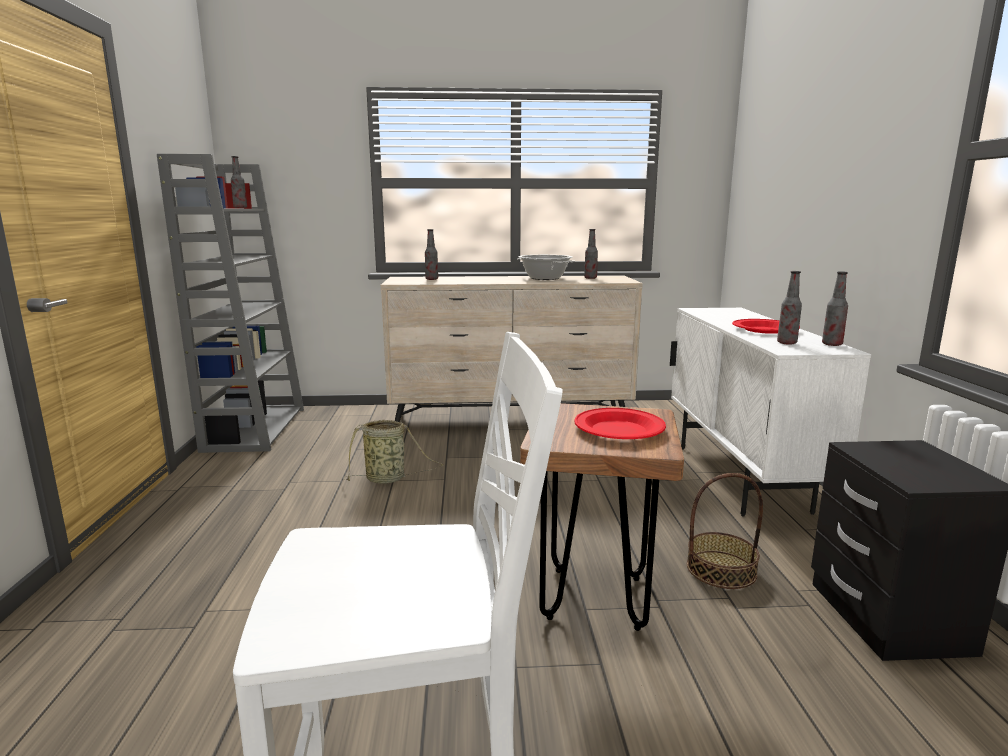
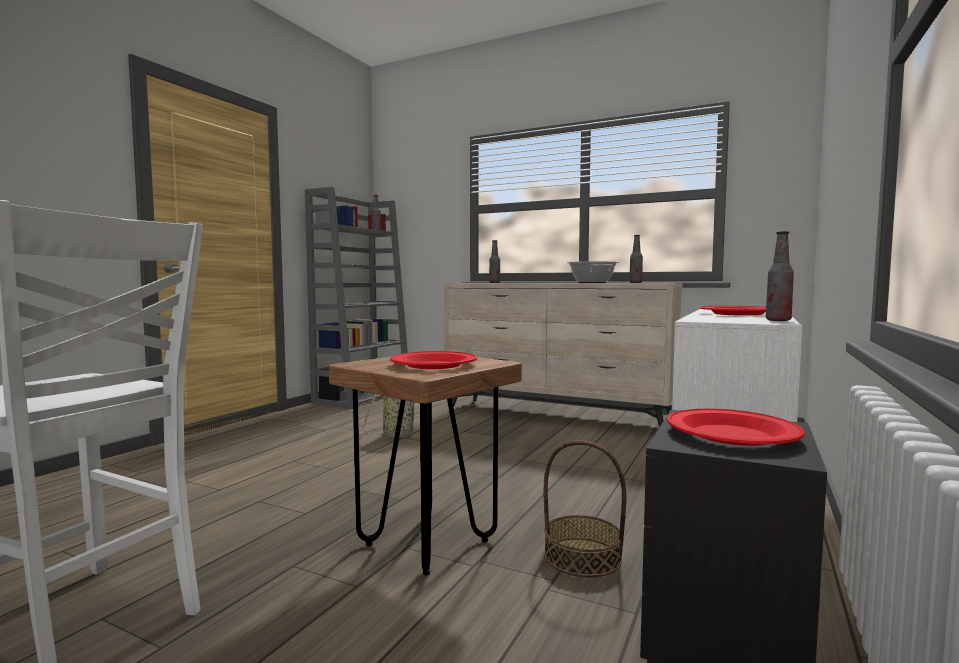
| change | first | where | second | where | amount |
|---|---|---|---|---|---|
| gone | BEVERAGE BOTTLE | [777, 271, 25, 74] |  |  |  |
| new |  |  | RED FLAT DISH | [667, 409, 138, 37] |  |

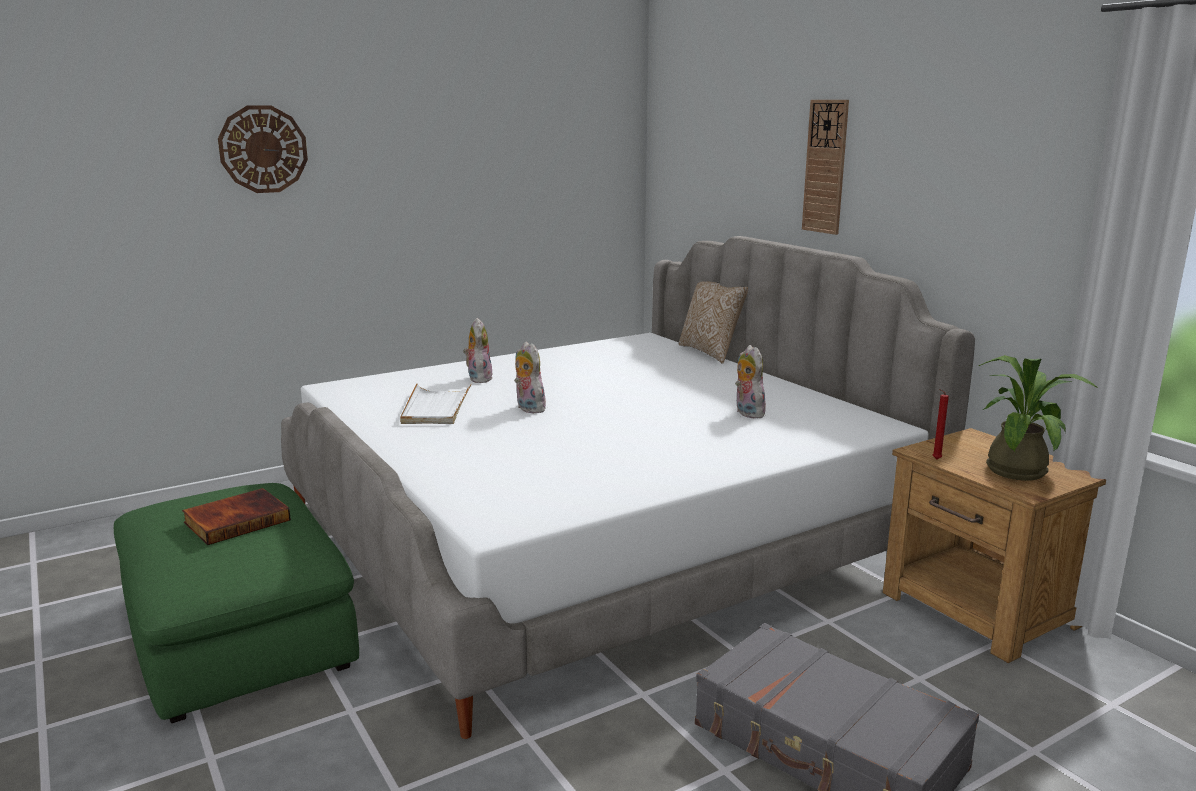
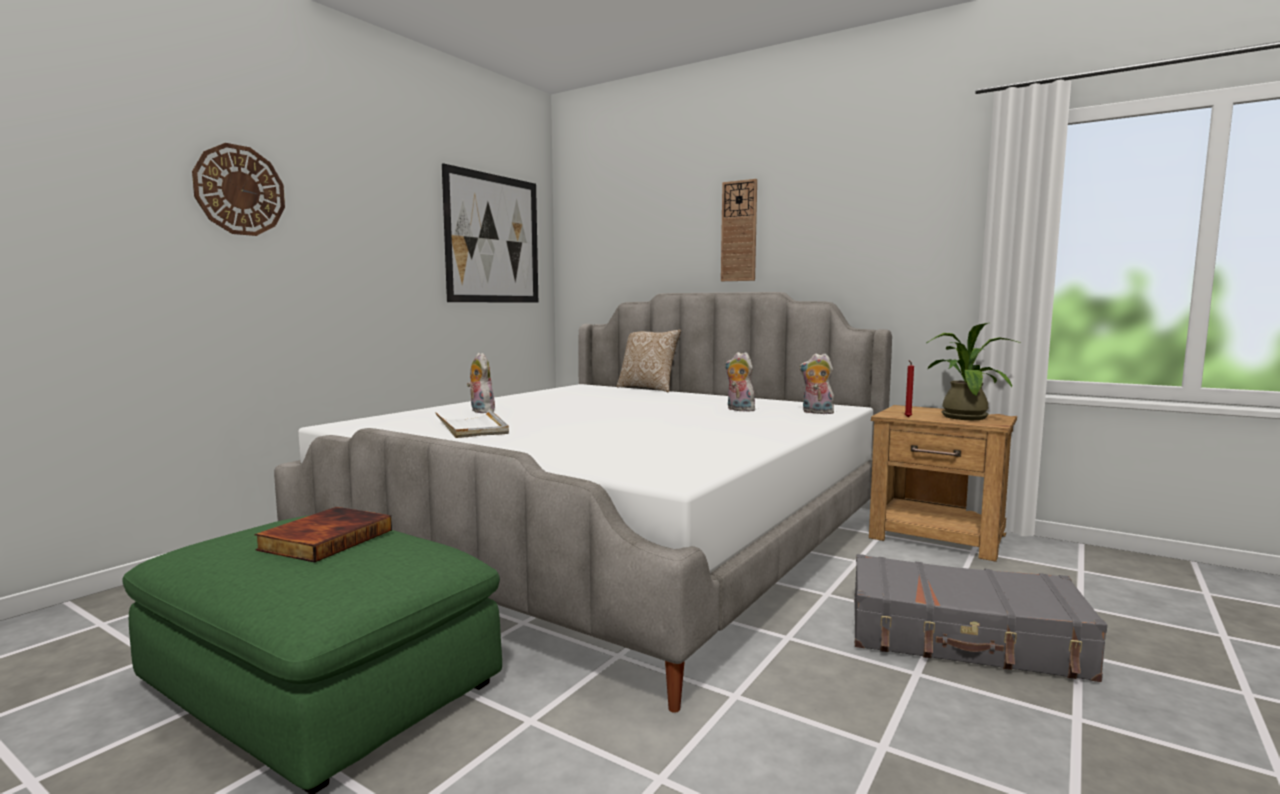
| change | first | where | second | where | amount |
|---|---|---|---|---|---|
| shifted | SOFT TOY | [514, 342, 32, 71] |  | [799, 353, 35, 61] |  |
| new |  |  | WALL ART | [442, 163, 96, 140] |  |

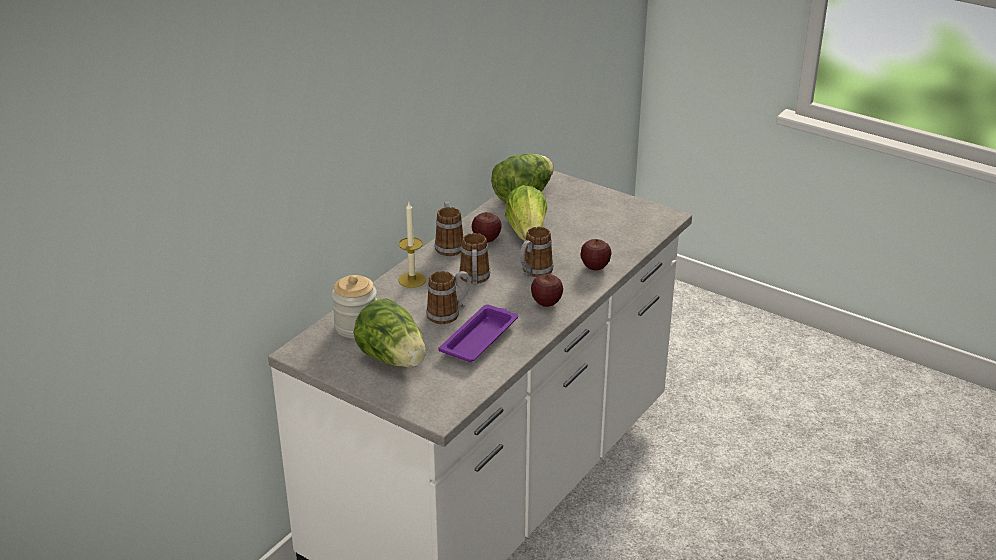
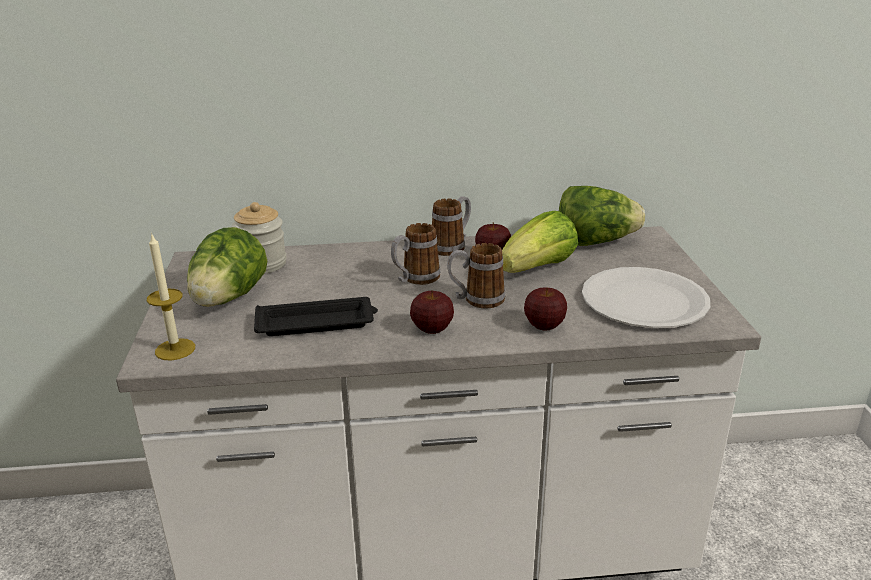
| change | first | where | second | where | amount |
|---|---|---|---|---|---|
| shifted | WAX LIGHT | [398, 202, 28, 86] |  | [147, 233, 48, 128] |  |
| gone | TEA MUG | [426, 271, 45, 53] |  |  |  |
| repainted | PURPLE CARRYING TRAY | [438, 305, 80, 57] | BLACK-COLOURED CARRYING TRAY | [254, 297, 124, 39] |  |
| new |  |  | WHITE-COLOURED FLAT DISH | [582, 267, 128, 61] |  |

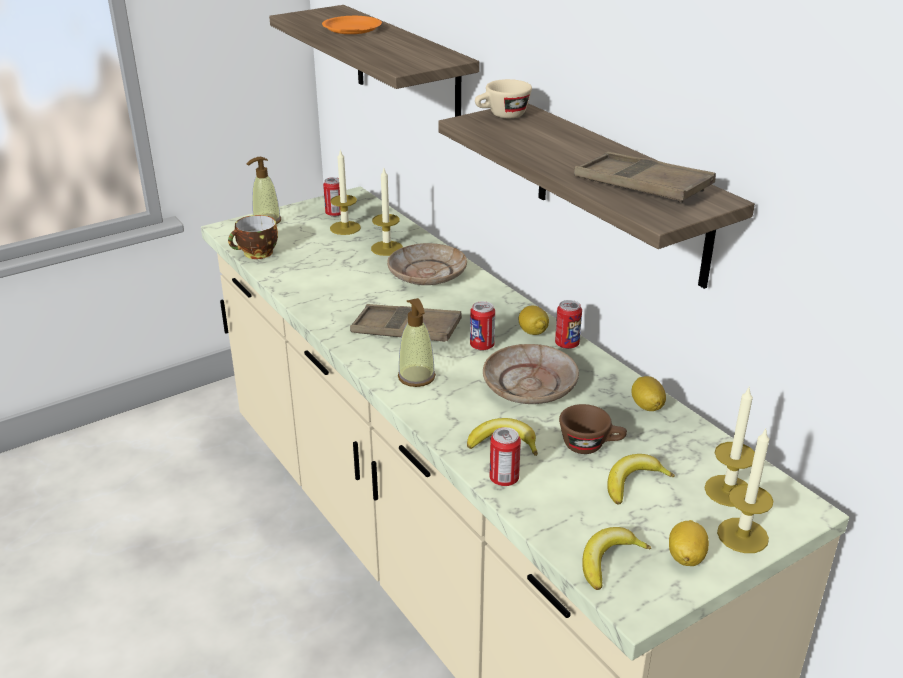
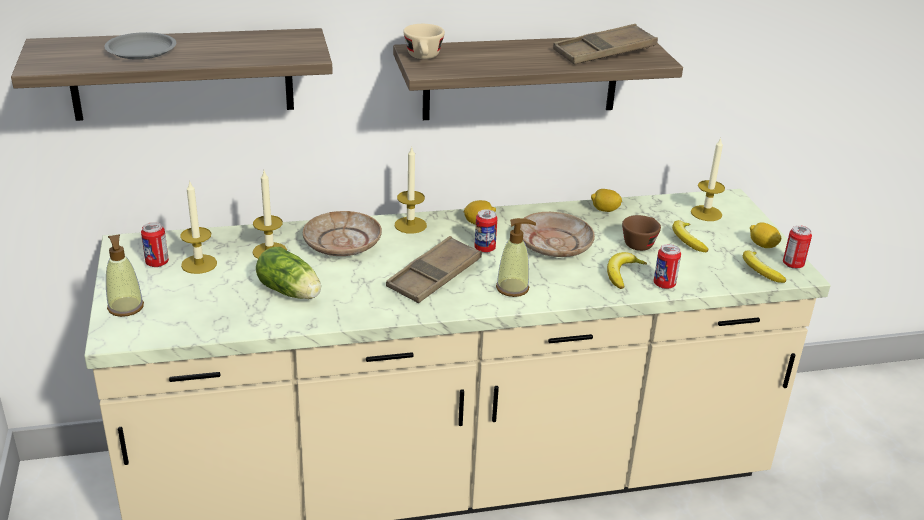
| change | first | where | second | where | amount |
|---|---|---|---|---|---|
| repainted | ORANGE FLAT DISH | [322, 16, 60, 18] | GREYISH FLAT DISH | [104, 32, 72, 28] |  |
| gone | DRINKING CUP | [228, 215, 50, 44] |  |  |  |
| shifted | CAN | [555, 300, 27, 49] |  | [783, 225, 29, 44] |  |
| shifted | WAX LIGHT | [717, 428, 56, 125] |  | [395, 147, 32, 87] |  |
| new |  |  | HEAD OF LETTUCE | [256, 247, 65, 52] |  |

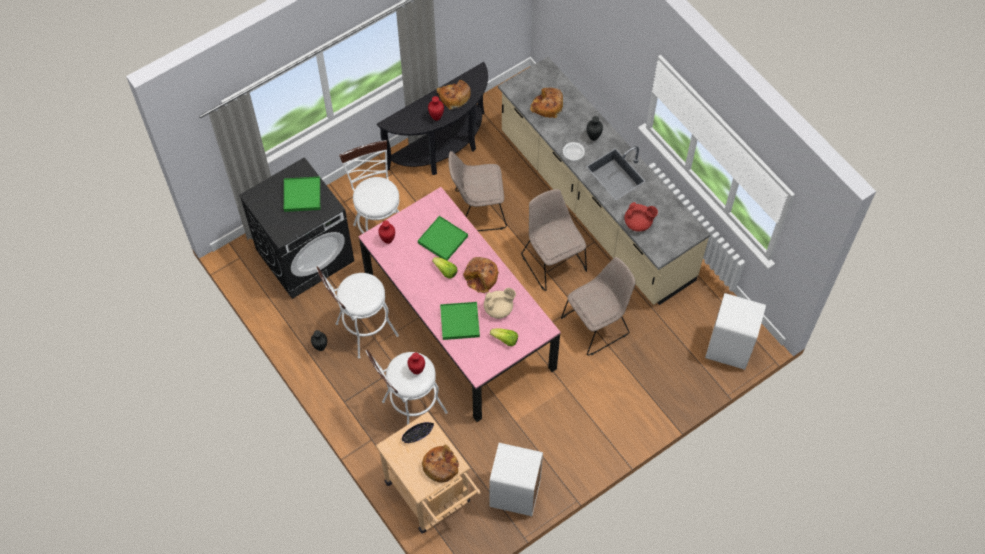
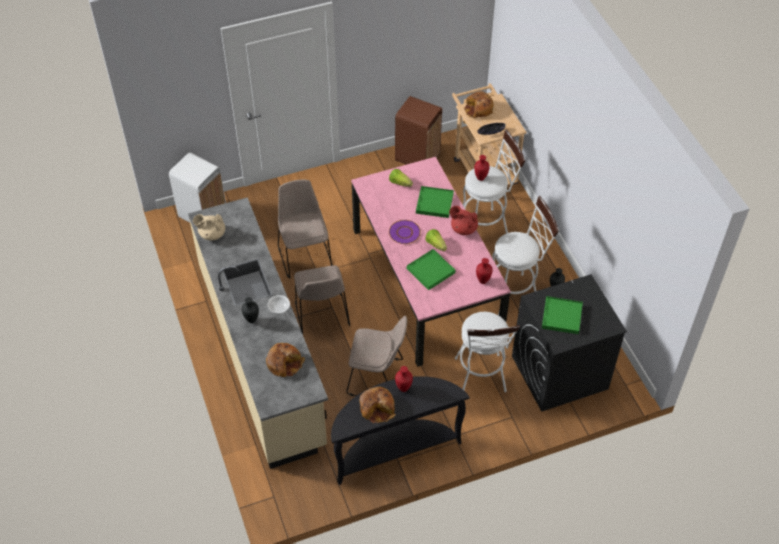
| change | first | where | second | where | amount |
|---|---|---|---|---|---|
| shifted | RED POT FOR TEA | [624, 202, 34, 30] |  | [449, 206, 29, 29] |  |
| swapped | BREAD | [463, 257, 36, 36] | PURPLE FLAT DISH | [389, 220, 32, 24] |  |
| rotated | BEIGE-COLOURED PLAIN CHAIR | [561, 257, 75, 98] |  | [278, 179, 55, 100] | 90 degrees clockwise |
| shifted | BEIGE-COLOURED POT FOR TEA | [484, 288, 32, 31] |  | [193, 214, 32, 27] |  |
| repainted | WHITE-COLOURED WASTE BIN | [489, 443, 54, 73] | BROWN-COLOURED WASTE BIN | [395, 96, 47, 69] |  |

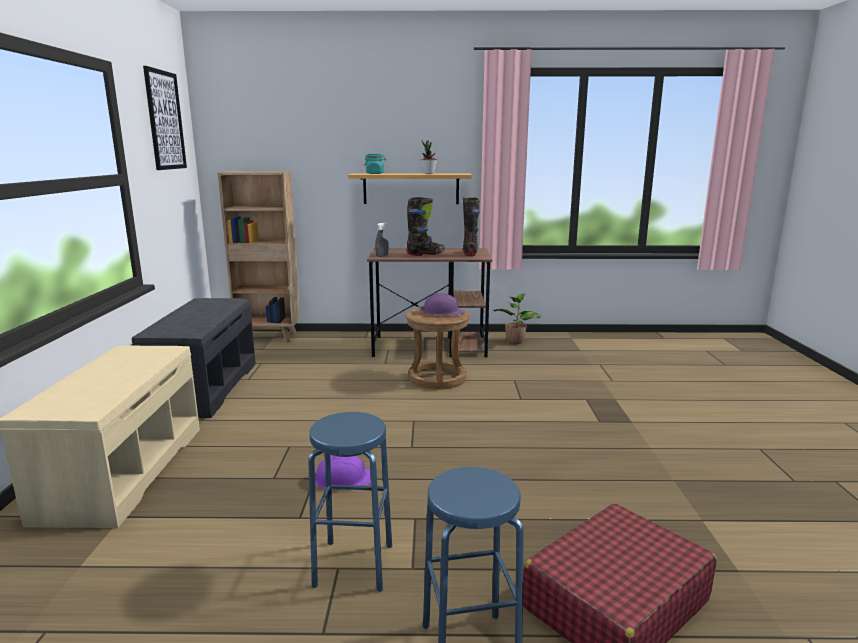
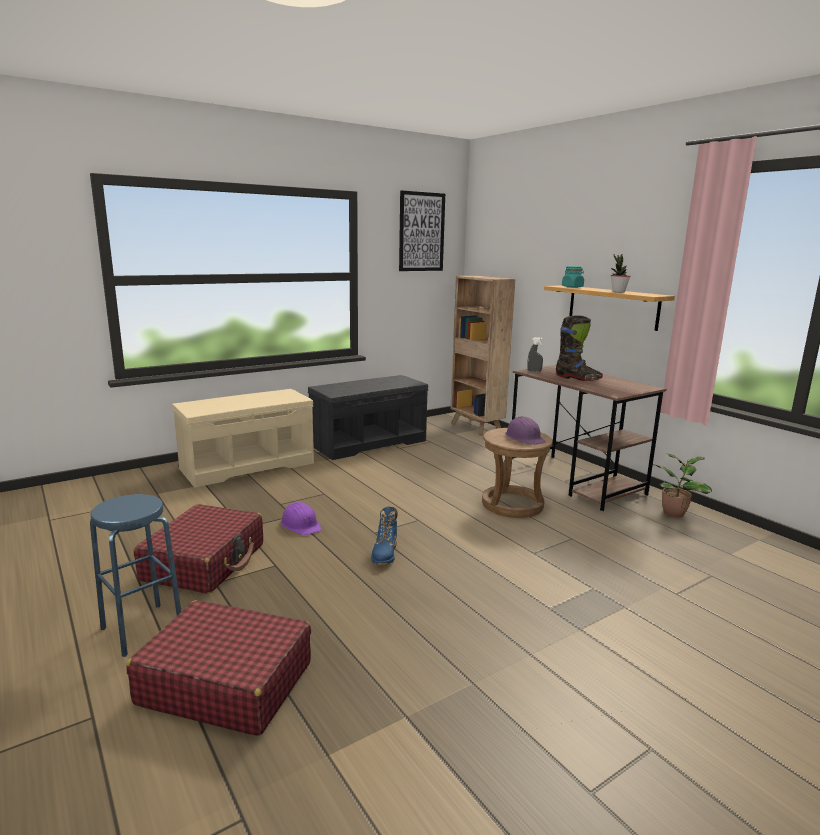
| change | first | where | second | where | amount |
|---|---|---|---|---|---|
| gone | BLACK-COLOURED BOOT | [463, 198, 17, 58] |  |  |  |
| swapped | BLUE STOOL SEAT | [308, 412, 84, 180] | RED PIECE OF LUGGAGE | [134, 504, 129, 90] |  |
| new |  |  | BLUE BOOT | [371, 506, 26, 59] |  |

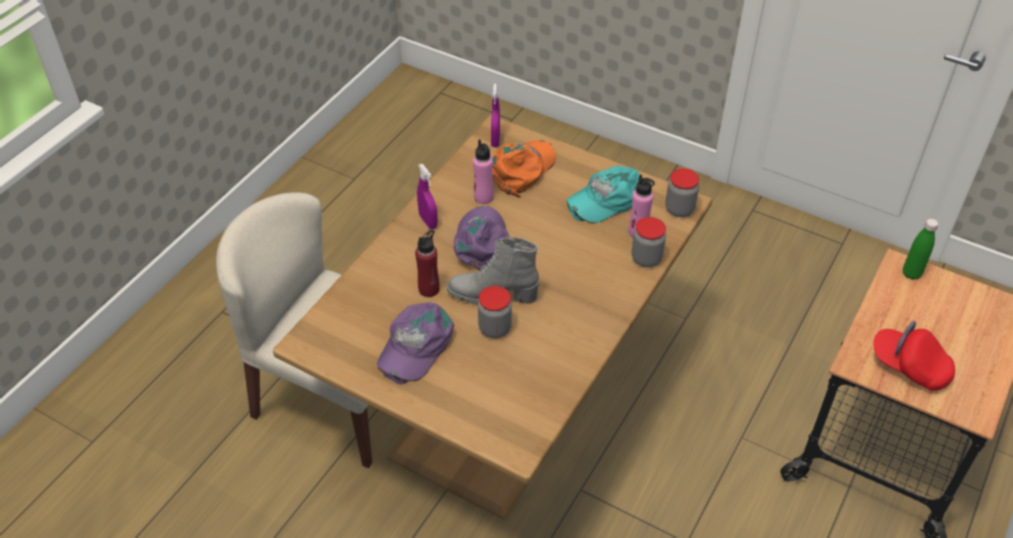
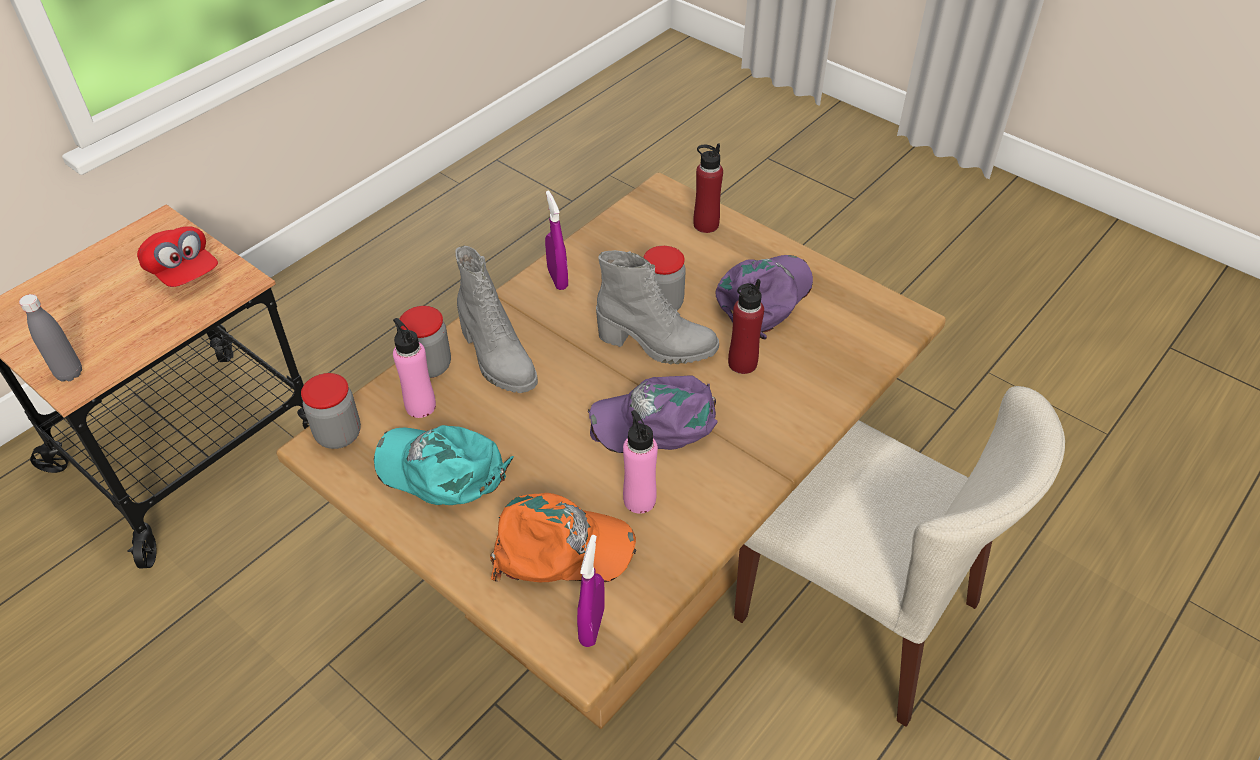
| change | first | where | second | where | amount |
|---|---|---|---|---|---|
| rotated | ORANGE PEAKED CAP | [492, 140, 64, 58] |  | [490, 493, 146, 89] | 135 degrees counterclockwise |
| shifted | PURPLE SPRAY BOTTLE | [417, 164, 21, 65] |  | [545, 190, 23, 100] |  |
| rotated | BLUE-GREEN PEAKED CAP | [567, 166, 73, 57] |  | [374, 425, 140, 80] | 135 degrees counterclockwise |
| rotated | PURPLE PEAKED CAP | [454, 206, 56, 64] |  | [588, 376, 130, 77] | 75 degrees clockwise |
| repainted | GREEN BEVERAGE BOTTLE | [903, 218, 36, 62] | GREYISH BEVERAGE BOTTLE | [19, 294, 63, 88] |  |
| new |  |  | RED BEVERAGE BOTTLE | [693, 143, 30, 90] |  |
| new |  |  | GREYISH BOOT | [455, 246, 83, 147] |  |

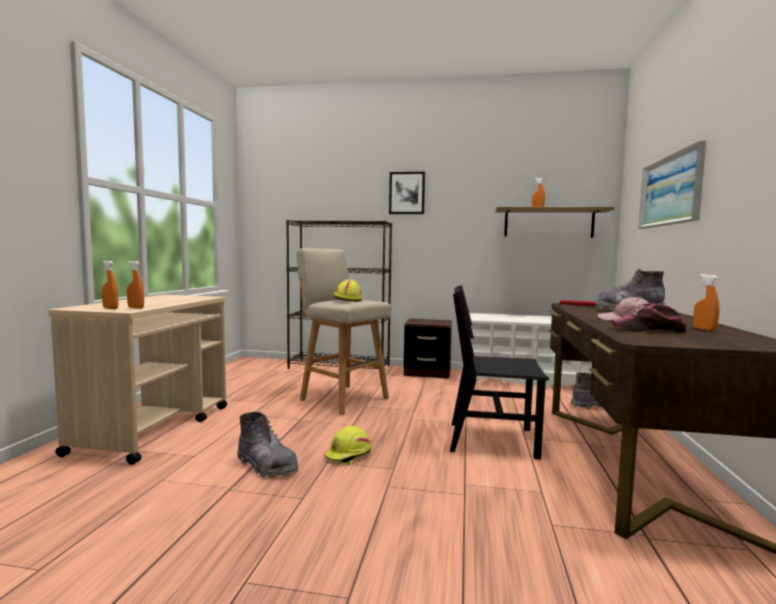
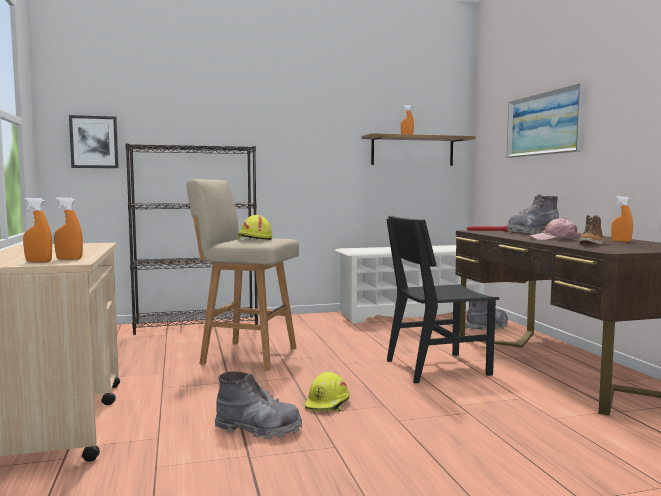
| change | first | where | second | where | amount |
|---|---|---|---|---|---|
| shifted | WALL ART | [389, 172, 36, 42] |  | [69, 115, 50, 53] |  |
| swapped | PEAKED CAP | [611, 303, 76, 29] | BOOT | [579, 215, 24, 30] |  |
| gone | BROWN-COLOURED NIGHT TABLE | [404, 319, 48, 60] |  |  |  |

